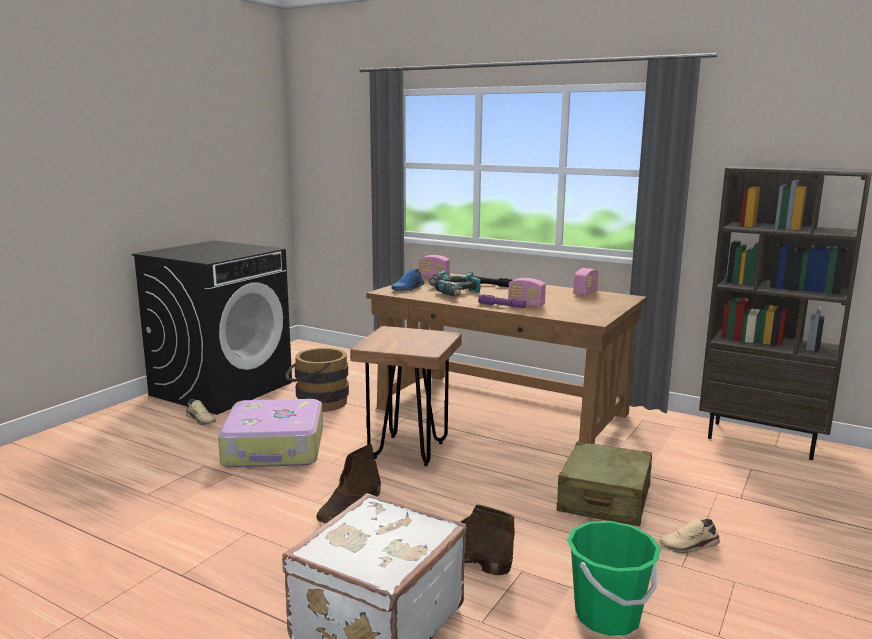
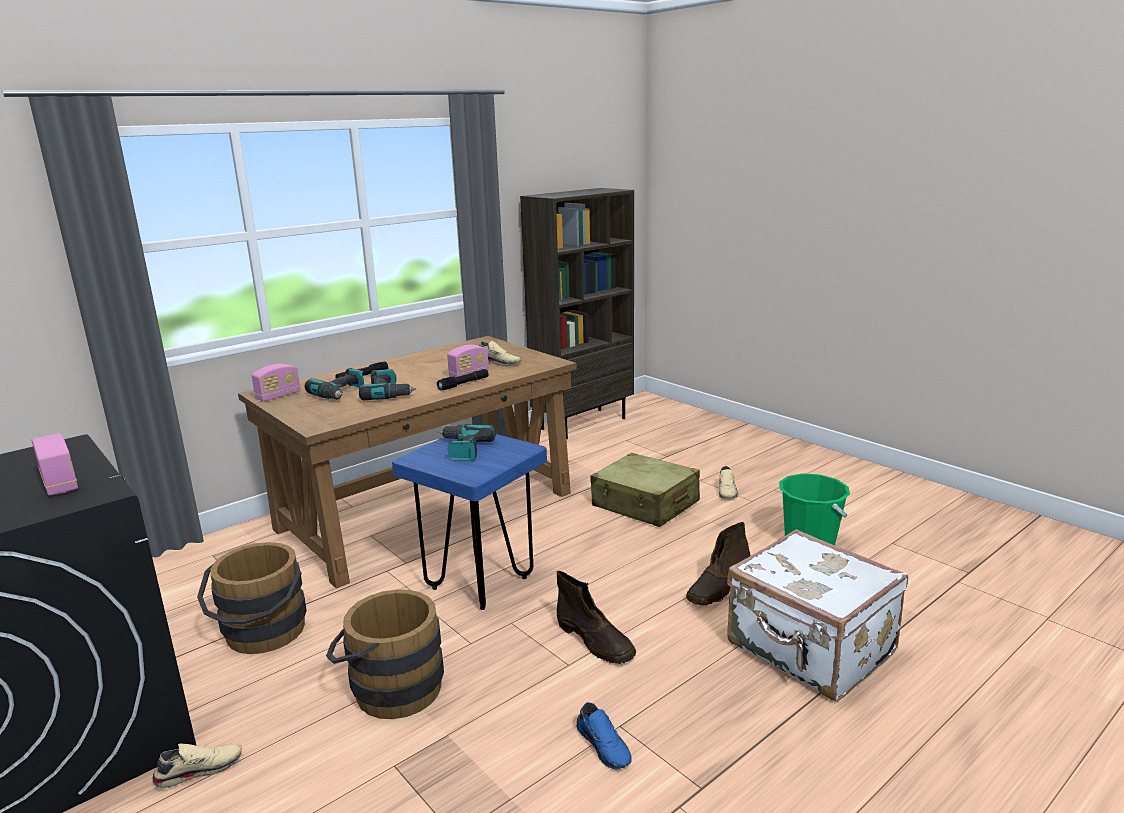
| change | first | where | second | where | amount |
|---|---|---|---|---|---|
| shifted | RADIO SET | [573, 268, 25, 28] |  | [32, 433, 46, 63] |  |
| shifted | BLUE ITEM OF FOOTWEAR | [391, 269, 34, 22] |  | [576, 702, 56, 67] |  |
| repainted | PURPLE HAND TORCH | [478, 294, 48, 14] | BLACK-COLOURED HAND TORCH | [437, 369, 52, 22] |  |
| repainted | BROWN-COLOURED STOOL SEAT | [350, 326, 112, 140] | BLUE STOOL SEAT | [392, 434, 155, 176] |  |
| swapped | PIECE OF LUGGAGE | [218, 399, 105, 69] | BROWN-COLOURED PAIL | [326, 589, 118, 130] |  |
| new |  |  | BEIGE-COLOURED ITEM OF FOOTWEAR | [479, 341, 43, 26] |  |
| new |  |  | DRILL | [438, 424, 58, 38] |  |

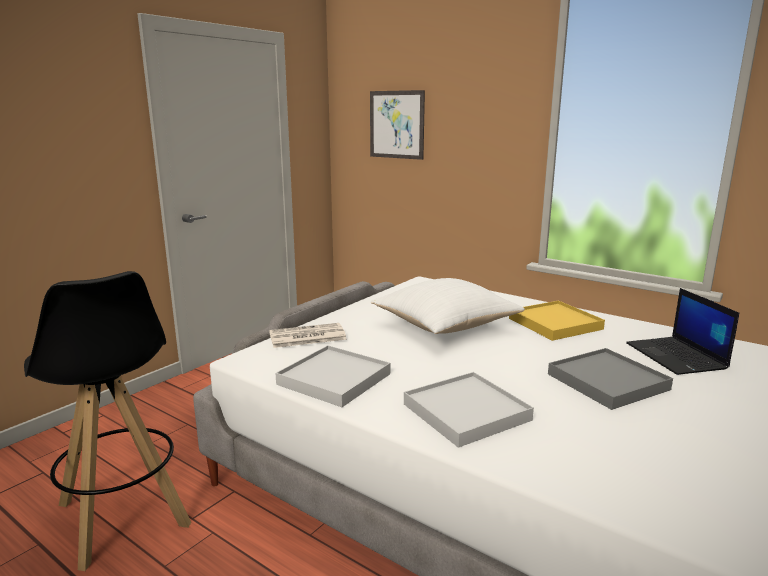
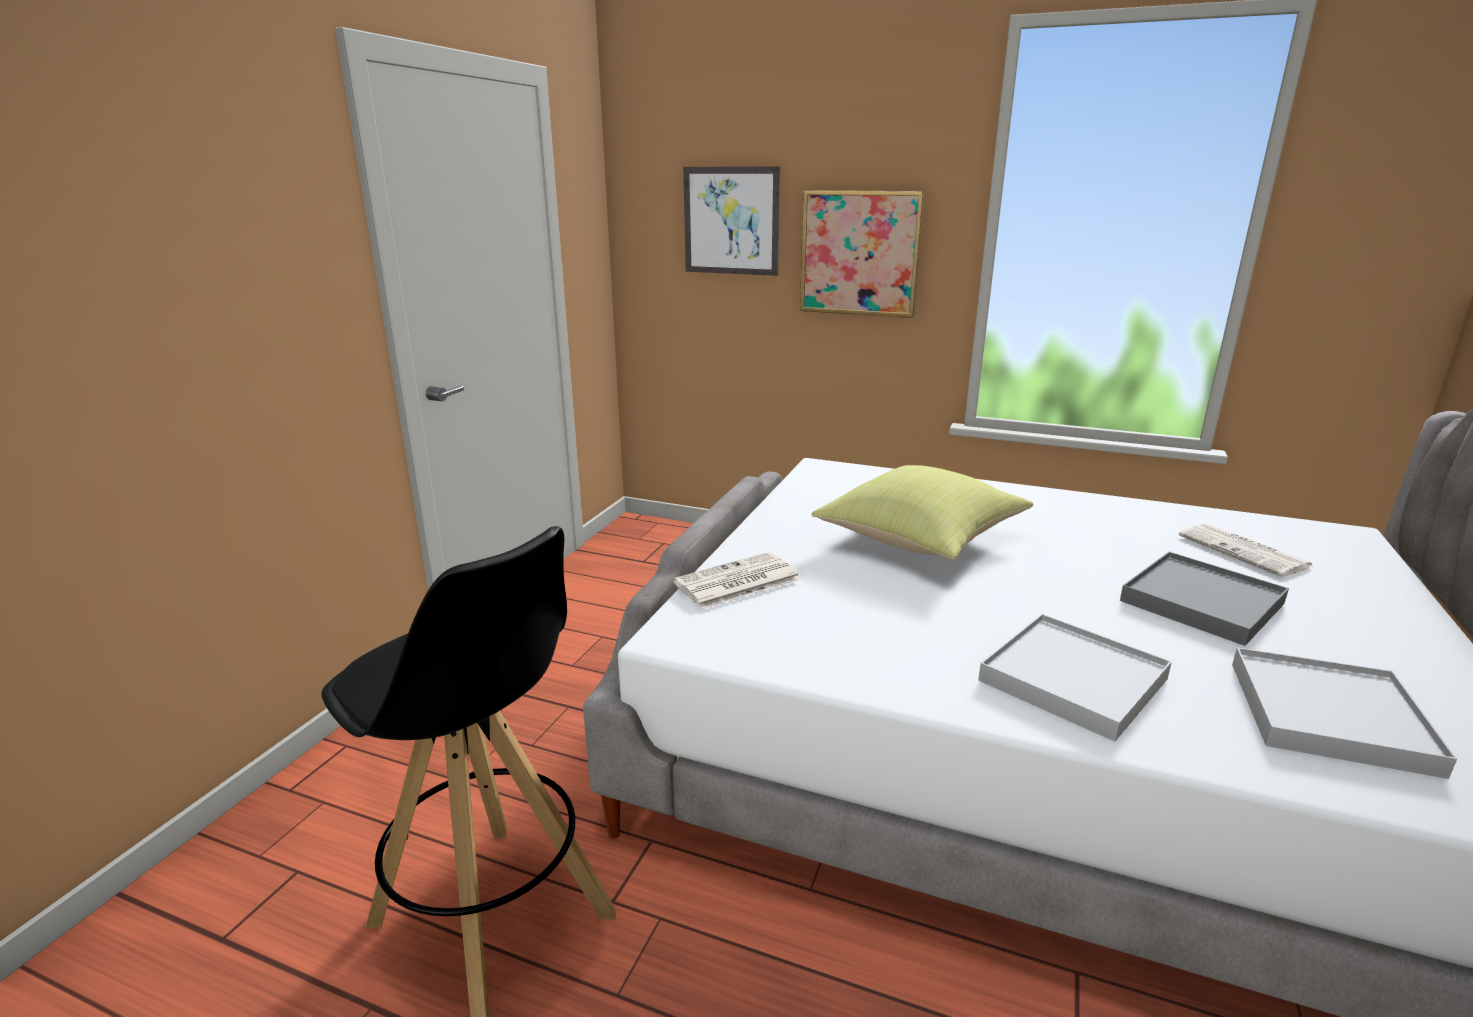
| change | first | where | second | where | amount |
|---|---|---|---|---|---|
| repainted | WHITE-COLOURED PILLOW | [371, 278, 154, 56] | YELLOW-COLOURED PILLOW | [811, 465, 222, 95] |  |
| swapped | LAPTOP | [626, 288, 113, 87] | DAILY PAPER | [1179, 523, 134, 54] |  |
| gone | YELLOW-COLOURED CARRYING TRAY | [509, 301, 96, 40] |  |  |  |
| shifted | WHITE-COLOURED CARRYING TRAY | [275, 345, 115, 62] |  | [1232, 647, 225, 132] |  |
| new |  |  | WALL ART | [800, 190, 125, 128] |  |

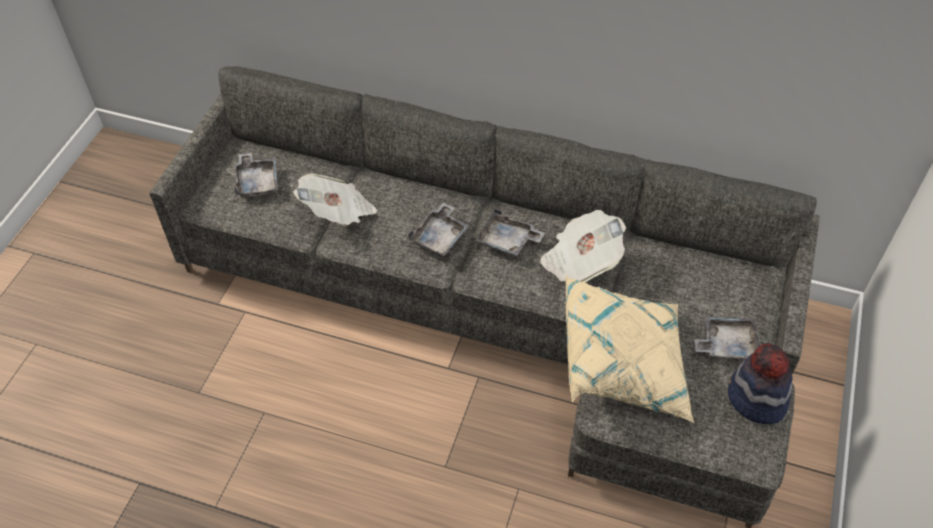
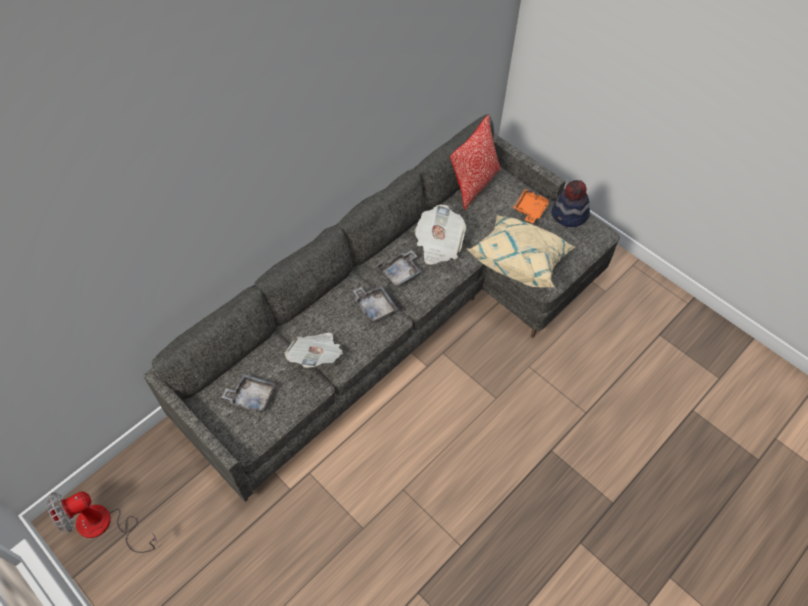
| change | first | where | second | where | amount |
|---|---|---|---|---|---|
| repainted | GREYISH CARRYING TRAY | [694, 316, 65, 45] | ORANGE CARRYING TRAY | [513, 189, 37, 34] |  |
| new |  |  | PILLOW | [450, 115, 51, 95] |  |
| new |  |  | ELECTRIC FAN | [46, 491, 113, 62] |  |

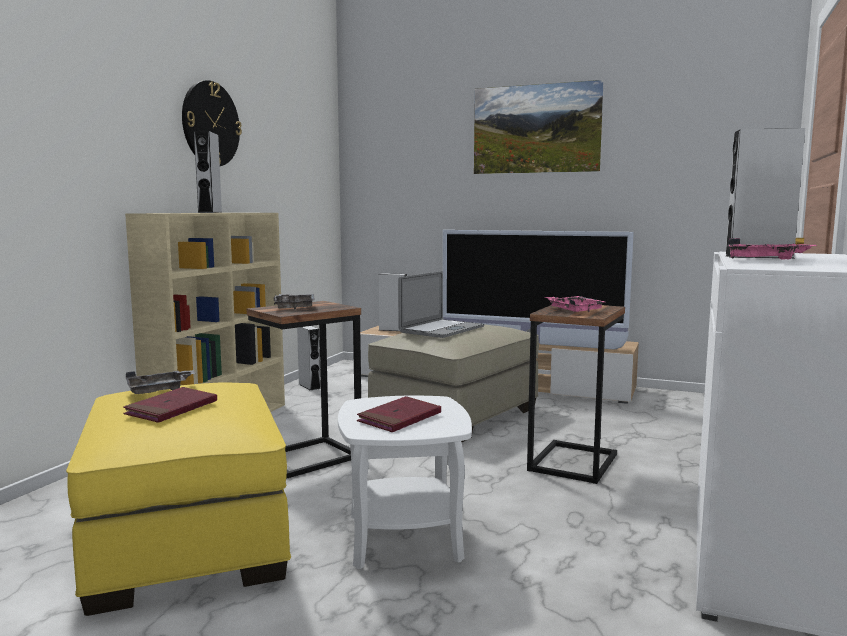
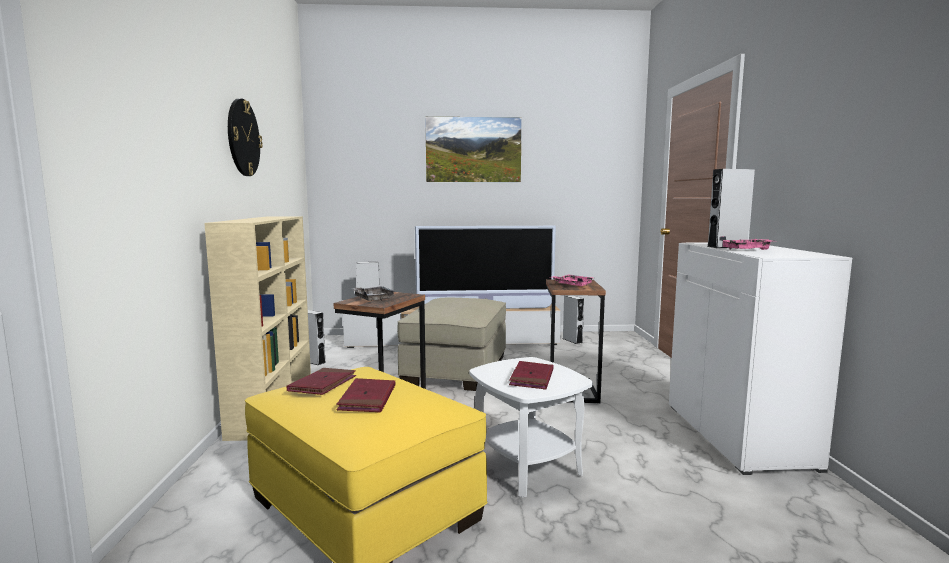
| change | first | where | second | where | amount |
|---|---|---|---|---|---|
| shifted | GREYISH AUDIO SPEAKER | [194, 131, 28, 82] |  | [563, 295, 21, 49] |  |
| gone | LAPTOP | [398, 271, 86, 67] |  |  |  |
| swapped | GREYISH CARRYING TRAY | [126, 370, 69, 24] | RED BOUND BOOK | [287, 368, 69, 27] |  |

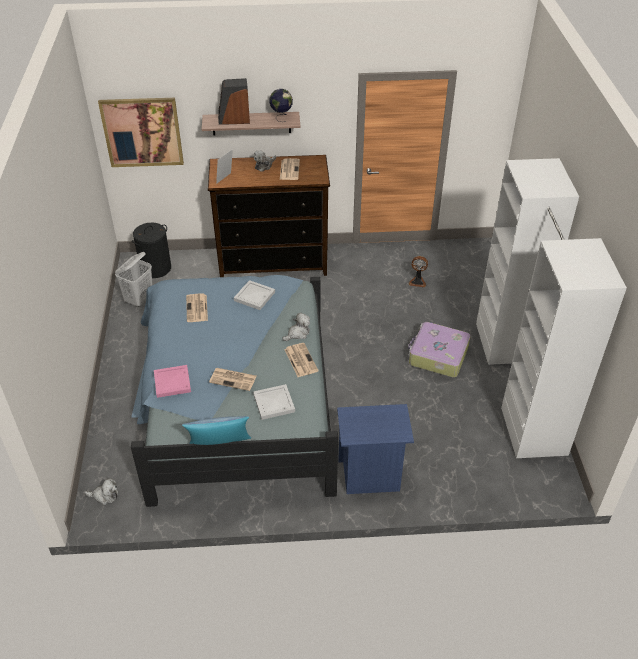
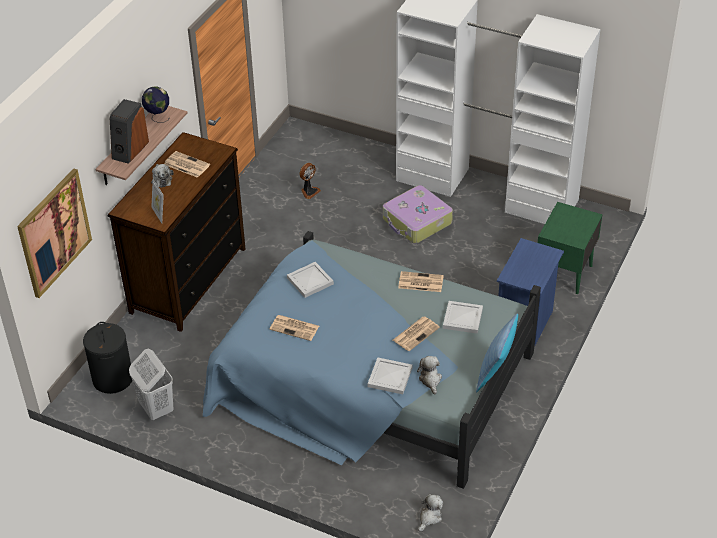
| change | first | where | second | where | amount |
|---|---|---|---|---|---|
| shifted | SOFT TOY | [283, 313, 27, 28] |  | [417, 356, 25, 38] |  |
| repainted | PINK-COLOURED CARRYING TRAY | [154, 365, 37, 33] | WHITE-COLOURED CARRYING TRAY | [368, 358, 44, 36] |  |
| new |  |  | GREEN NIGHT TABLE | [538, 202, 65, 92] |  |

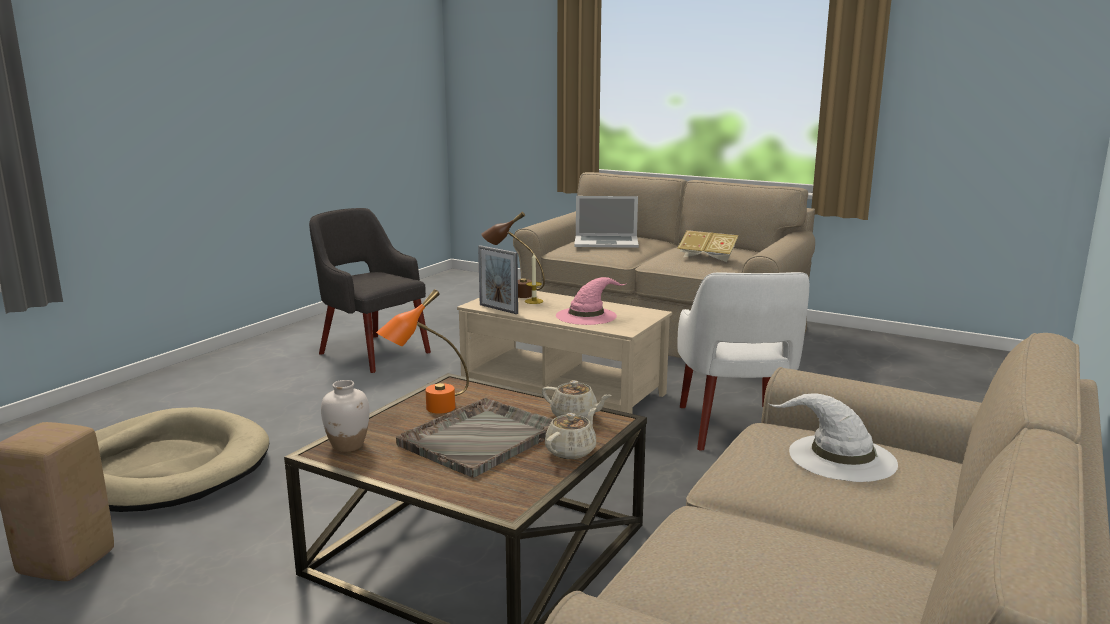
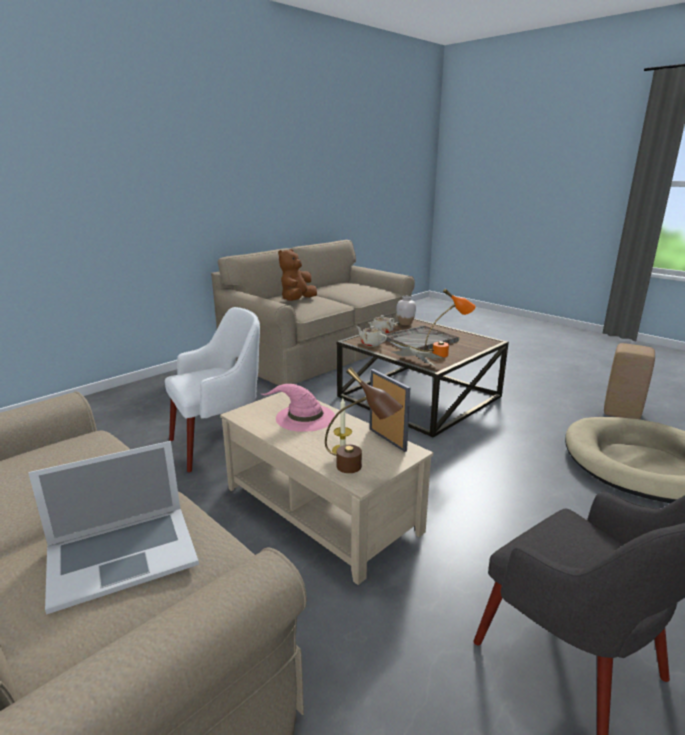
| change | first | where | second | where | amount |
|---|---|---|---|---|---|
| rotated | LAPTOP | [574, 196, 65, 52] |  | [28, 441, 171, 173] | 135 degrees clockwise |
| shifted | BOUND BOOK | [677, 230, 62, 32] |  | [390, 341, 53, 25] |  |
| rotated | WHITE-COLOURED LOUNGE CHAIR | [678, 272, 132, 179] |  | [165, 307, 95, 165] | 45 degrees clockwise |
| shifted | WHITE-COLOURED DECORATIVE VASE | [321, 380, 49, 72] |  | [397, 296, 19, 29] |  |
| swapped | WHITE-COLOURED WEARABLE HAT | [769, 393, 129, 89] | BROWN-COLOURED SOFT TOY | [278, 249, 39, 52] |  |

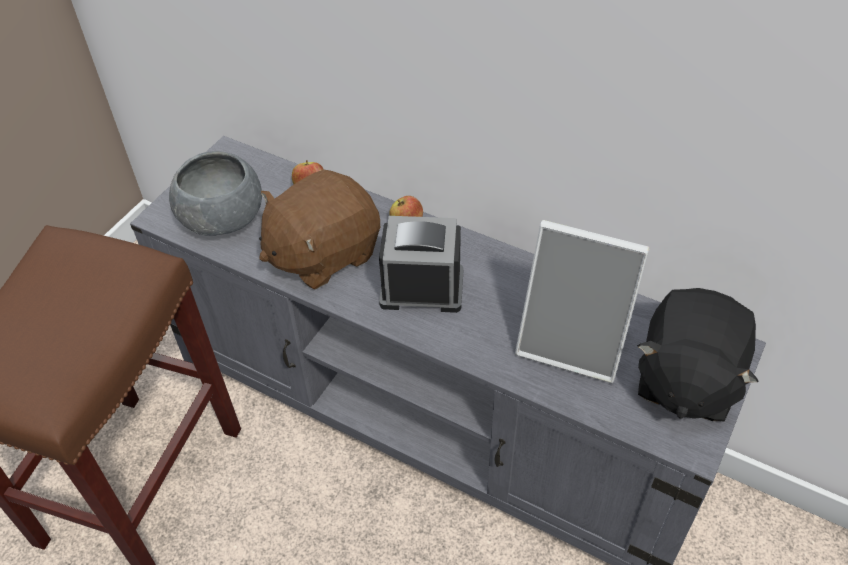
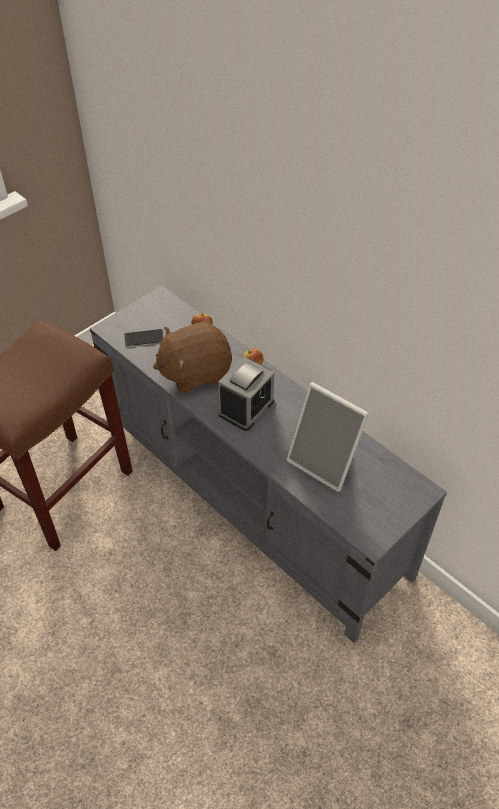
| change | first | where | second | where | amount |
|---|---|---|---|---|---|
| swapped | GREYISH DEEP DISH | [169, 151, 93, 85] | PHONE | [124, 329, 39, 17] |  |
| rotated | BEDSIDE CLOCK | [379, 216, 85, 97] |  | [218, 357, 57, 74] | 105 degrees clockwise |
| gone | BLACK-COLOURED SOFT TOY | [637, 288, 122, 134] |  |  |  |

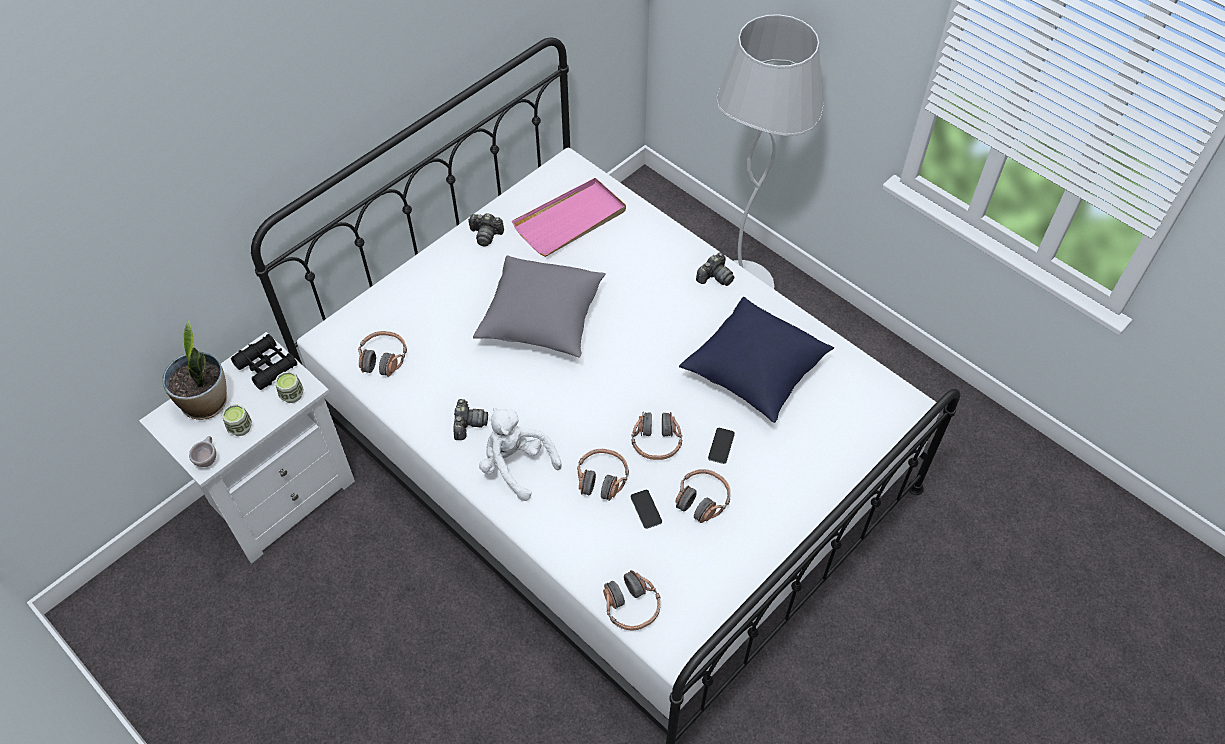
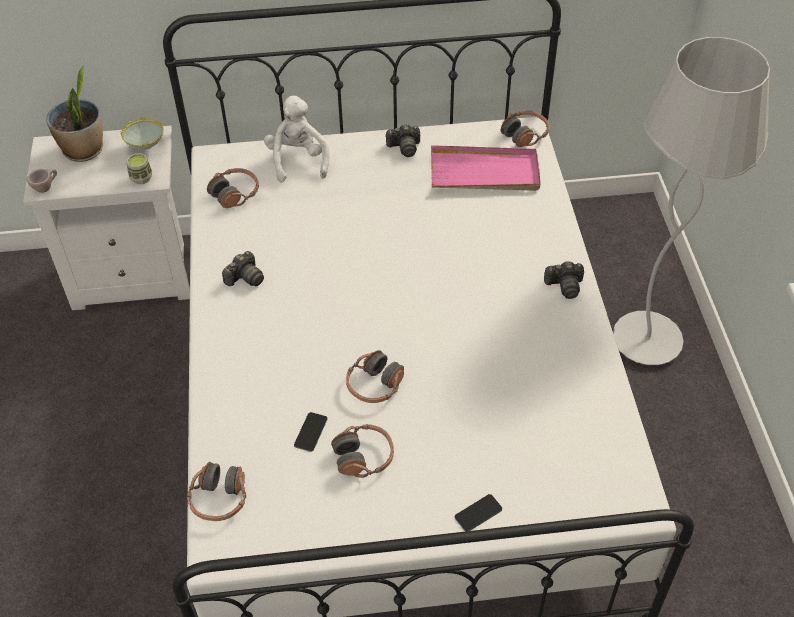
| change | first | where | second | where | amount |
|---|---|---|---|---|---|
| rotated | PHOTO CAMERA | [468, 213, 36, 34] |  | [385, 124, 35, 33] | 60 degrees counterclockwise |
| gone | GREYISH PILLOW | [473, 255, 133, 103] |  |  |  |
| gone | BLUE PILLOW | [679, 297, 155, 126] |  |  |  |
| swapped | BLACK-COLOURED BINOCULARS | [231, 334, 66, 56] | DEEP DISH | [120, 117, 44, 33] |  |
| gone | DRINKING CUP | [222, 404, 30, 32] |  |  |  |
| shifted | WHITE-COLOURED SOFT TOY | [479, 408, 83, 93] |  | [264, 95, 66, 88] |  |
| shifted | PHONE | [708, 428, 27, 36] |  | [455, 494, 47, 37] |  |
| shifted | HEADSET | [577, 449, 52, 52] |  | [501, 111, 49, 36] |  |

